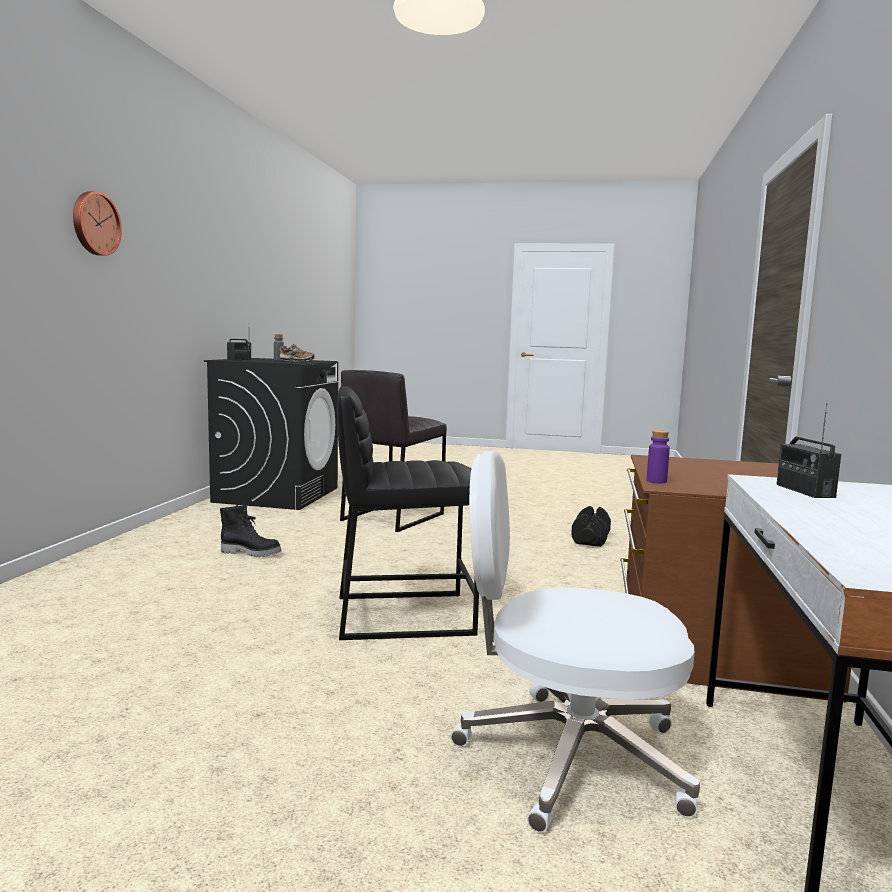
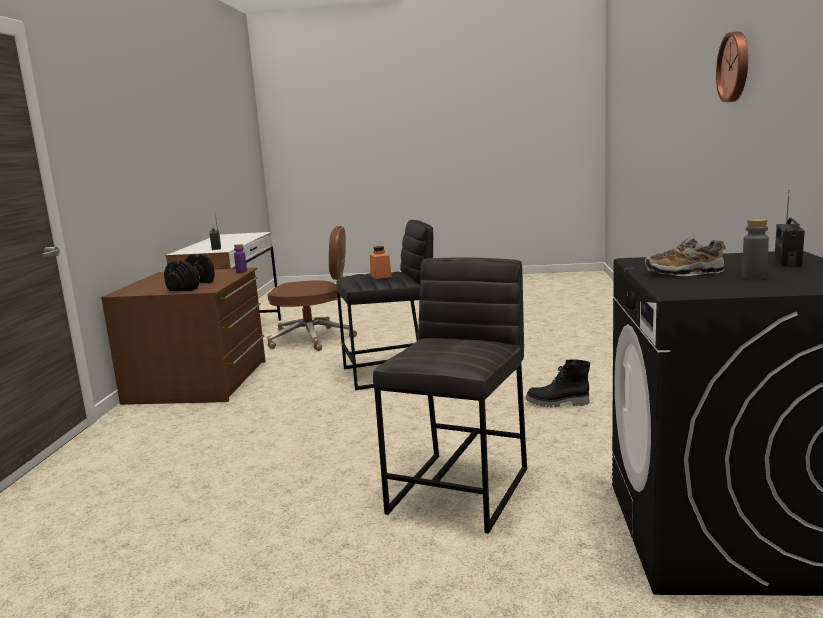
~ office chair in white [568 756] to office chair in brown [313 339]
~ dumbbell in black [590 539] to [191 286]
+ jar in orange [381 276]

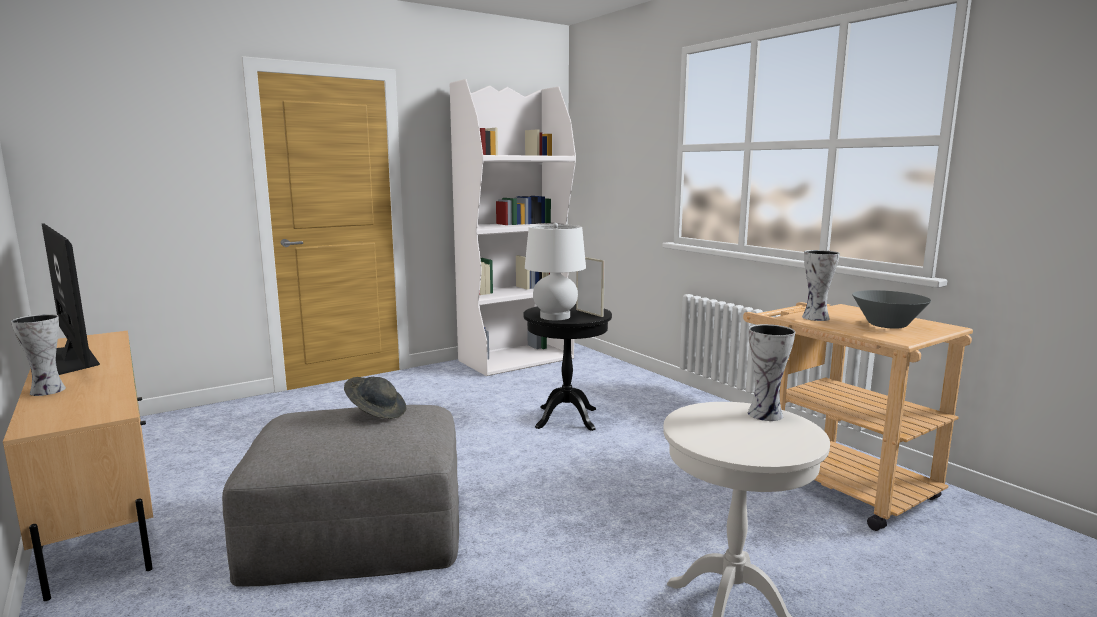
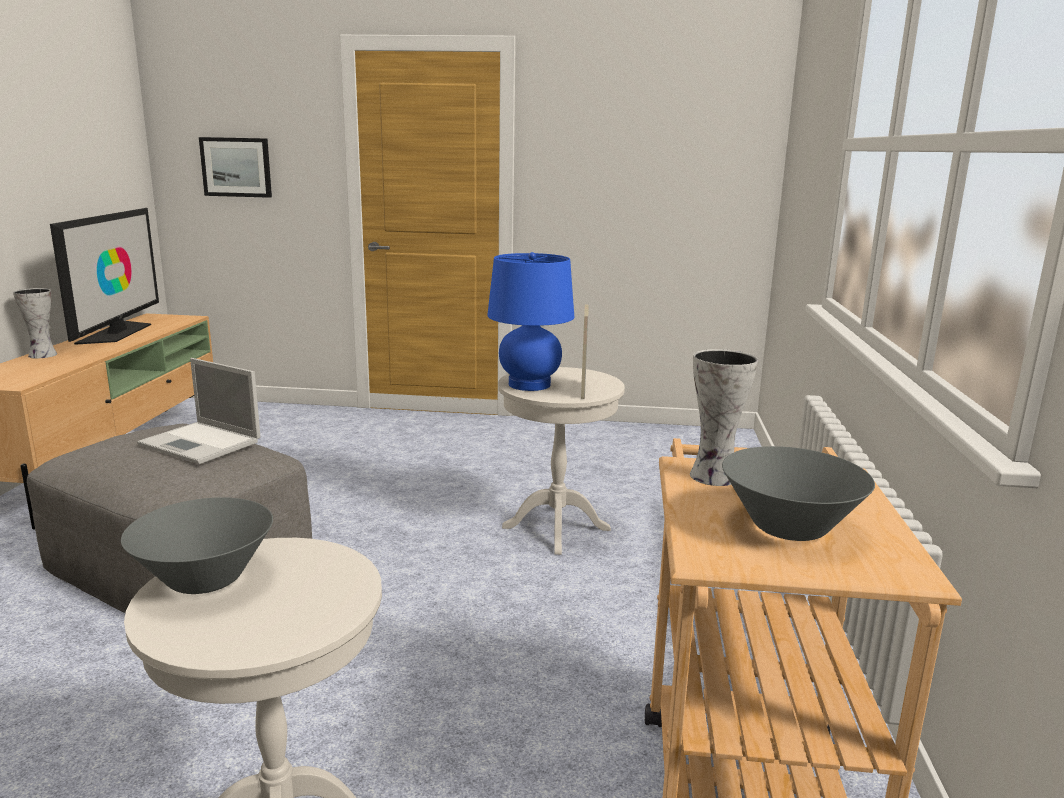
- bookcase in white [516 359]
~ table lamp in white [555 316] to table lamp in blue [529 384]
~ side table in black [566 418] to side table in white [556 528]
- vase [766 414]
~ hat in grey [377 412] to laptop [202 443]
+ picture [236 167]
+ bowl in grey [205 579]

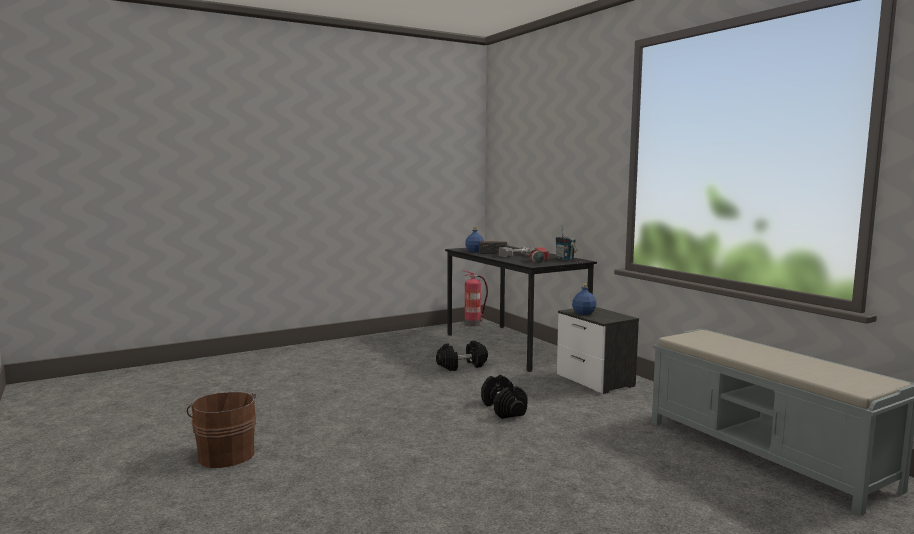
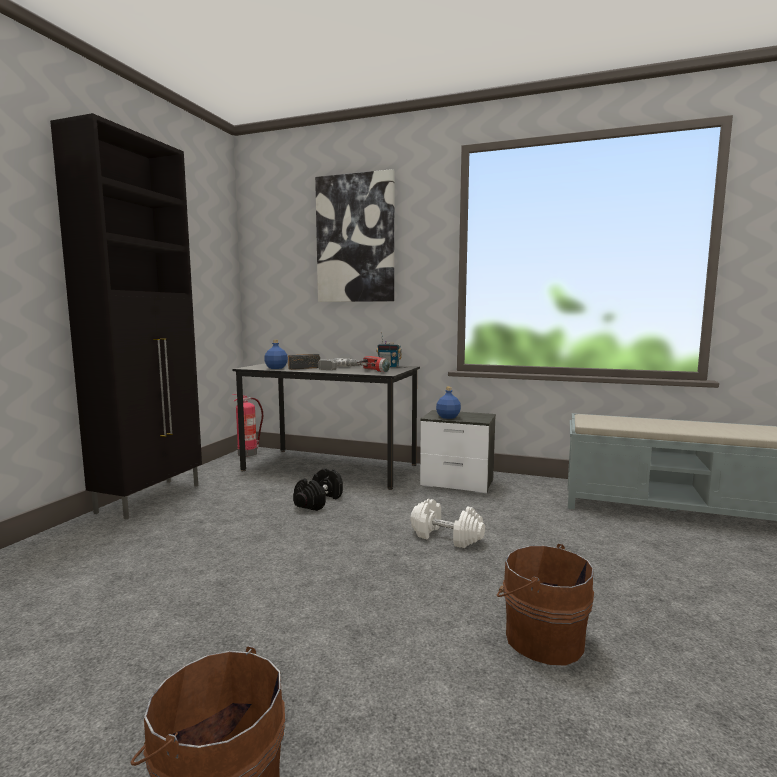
~ dumbbell in black [504 409] to dumbbell in white [447 537]
+ cabinet in black [151 498]
+ picture [355 239]
+ bucket in brown [541 637]

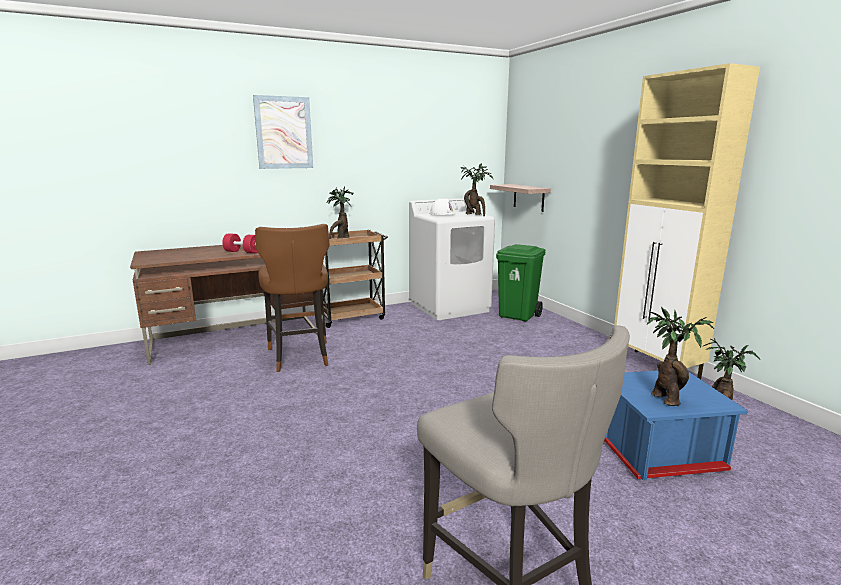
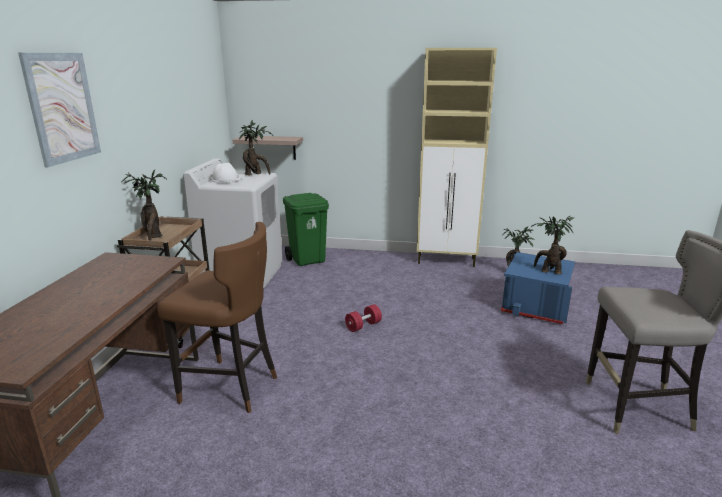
~ dumbbell in red [242 252] to [363 326]

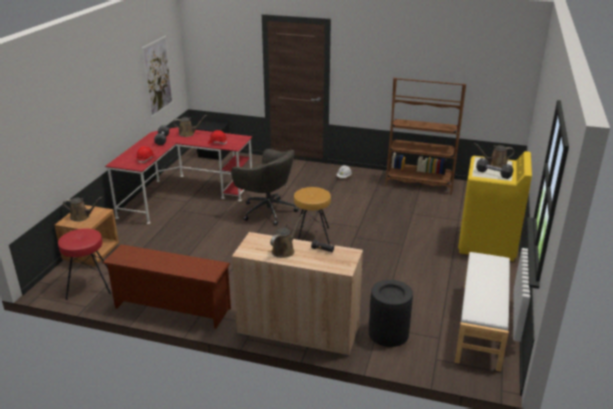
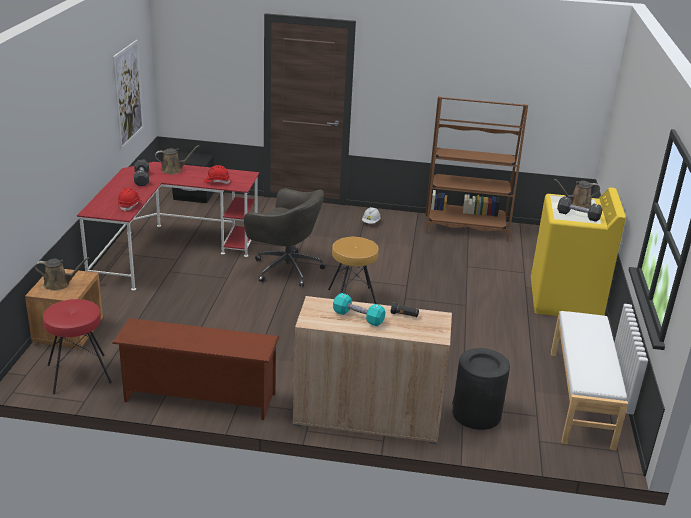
~ watering can in brown [284 250] to dumbbell in turquoise [358 317]

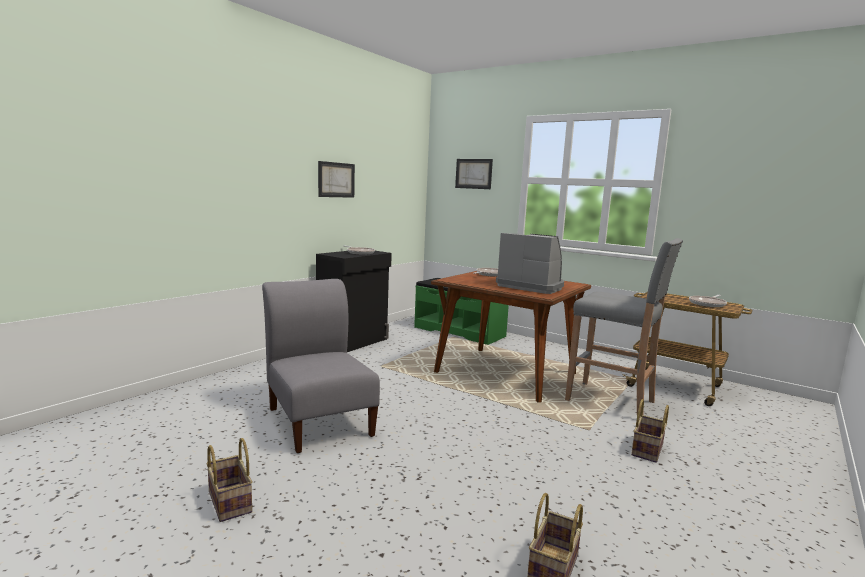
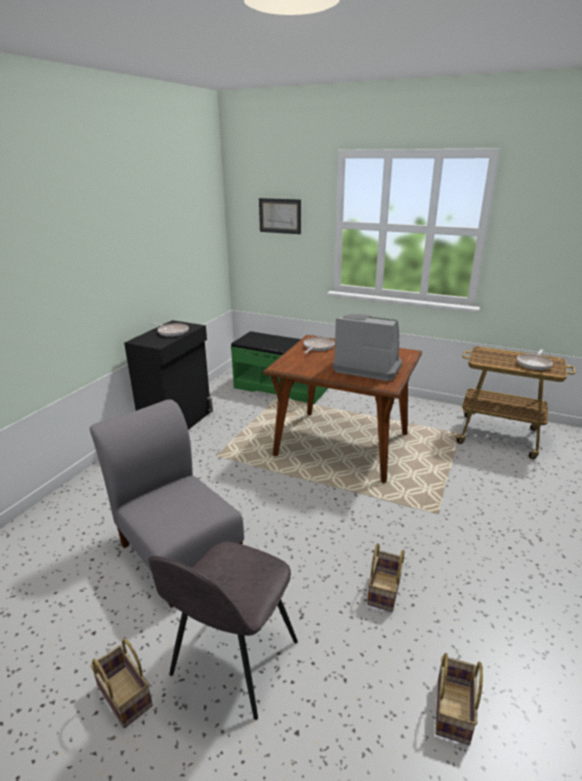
- picture [336 180]
- stool in grey [612 401]
~ basket [648 450] to [385 591]
+ chair in grey [233 660]

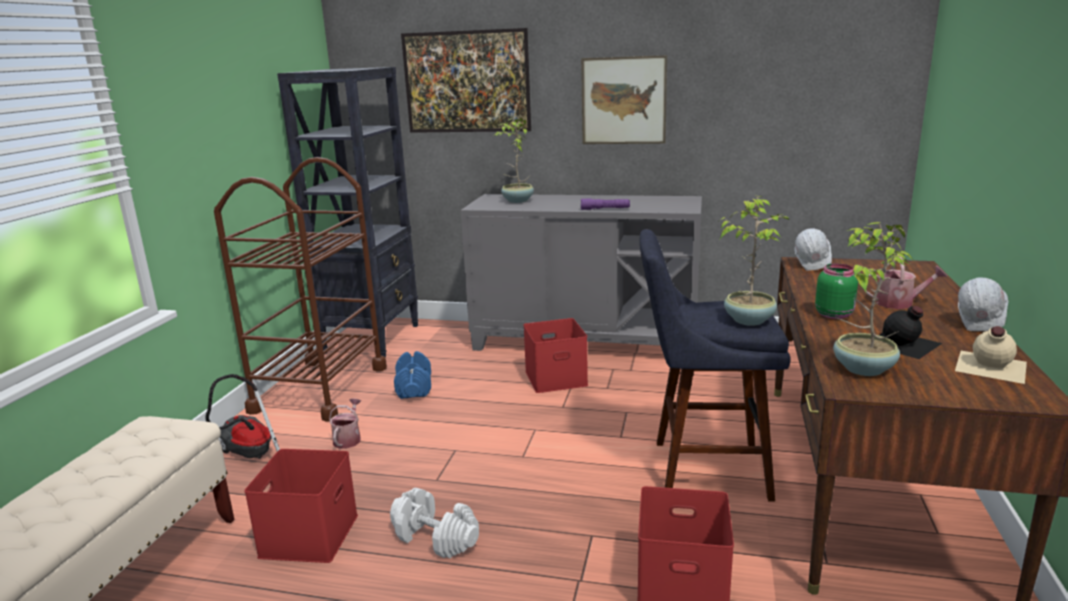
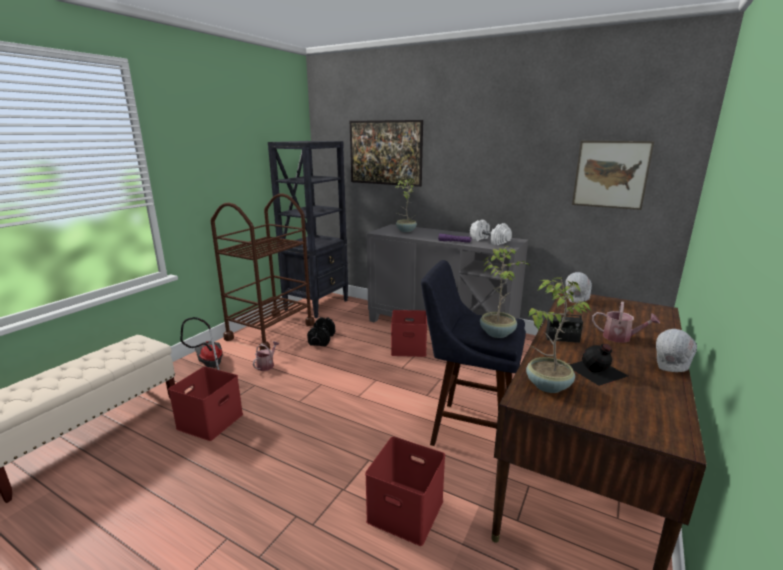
~ picture [623 100] to [610 174]
~ jar in green [834 314] to radio [562 339]
- bottle in beige [989 366]
~ dumbbell in blue [414 387] to dumbbell in black [322 339]
~ dumbbell in white [434 538] to [489 241]

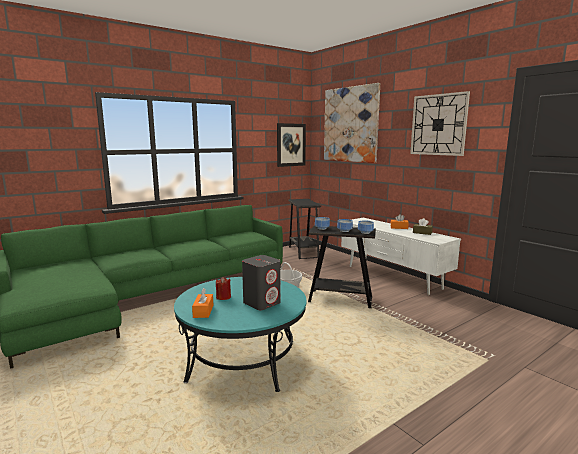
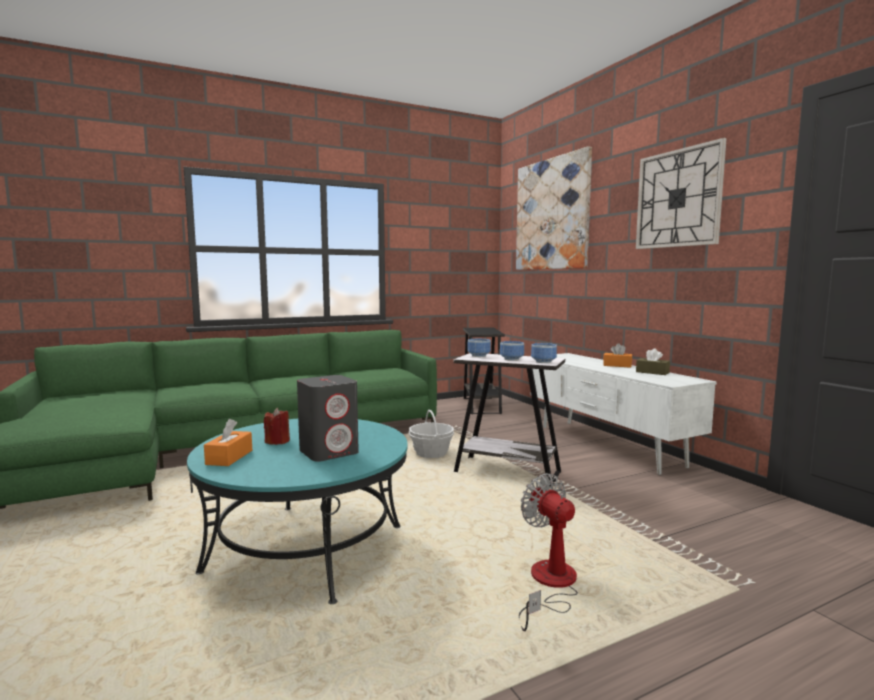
- picture [291 145]
~ side table in black [340 300] to side table in white [507 472]
+ fan [549 585]

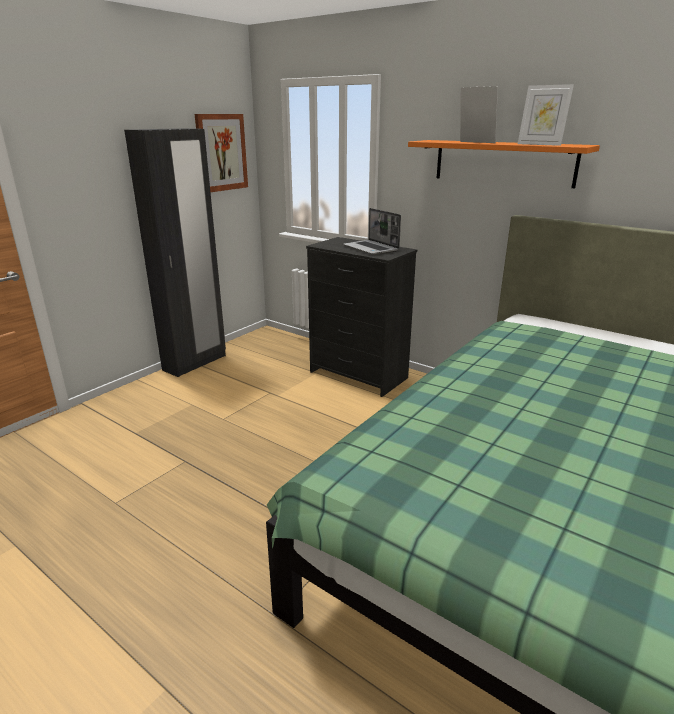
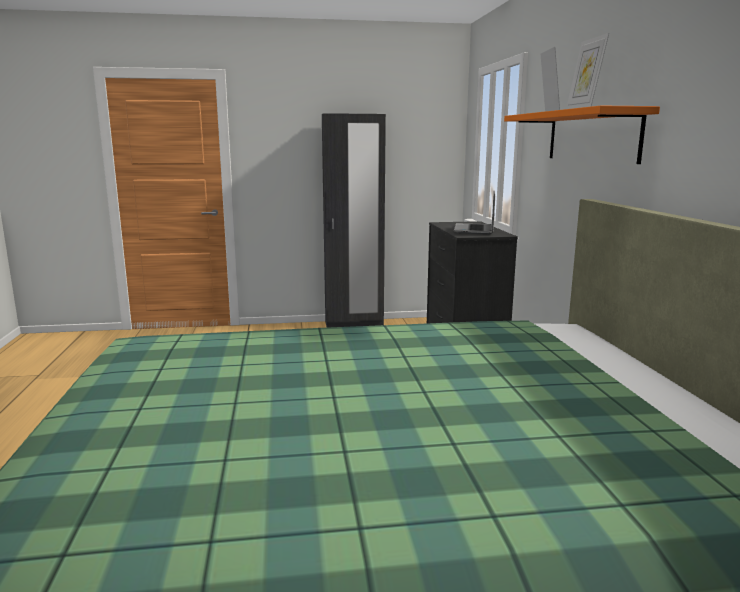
- picture [221 152]

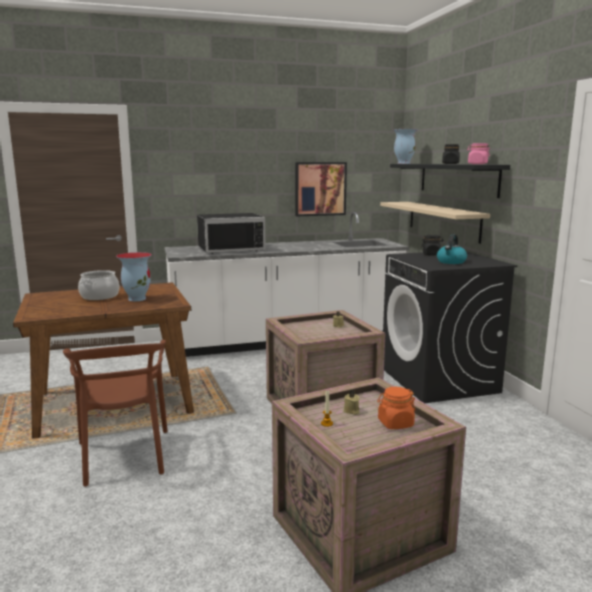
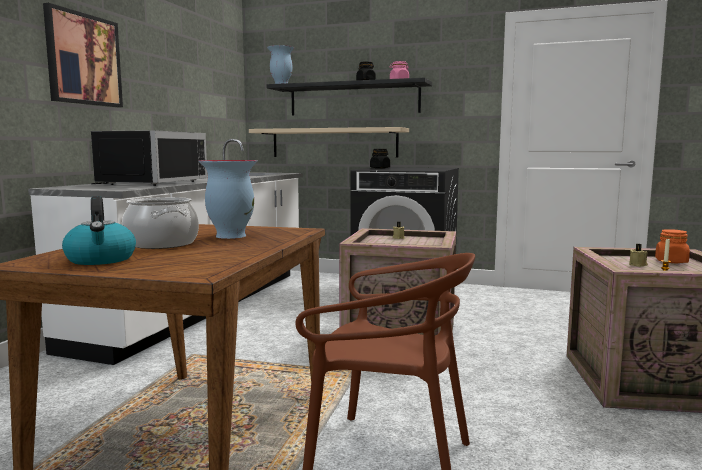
~ picture [320 189] to [83 59]
~ kettle [451 262] to [101 260]

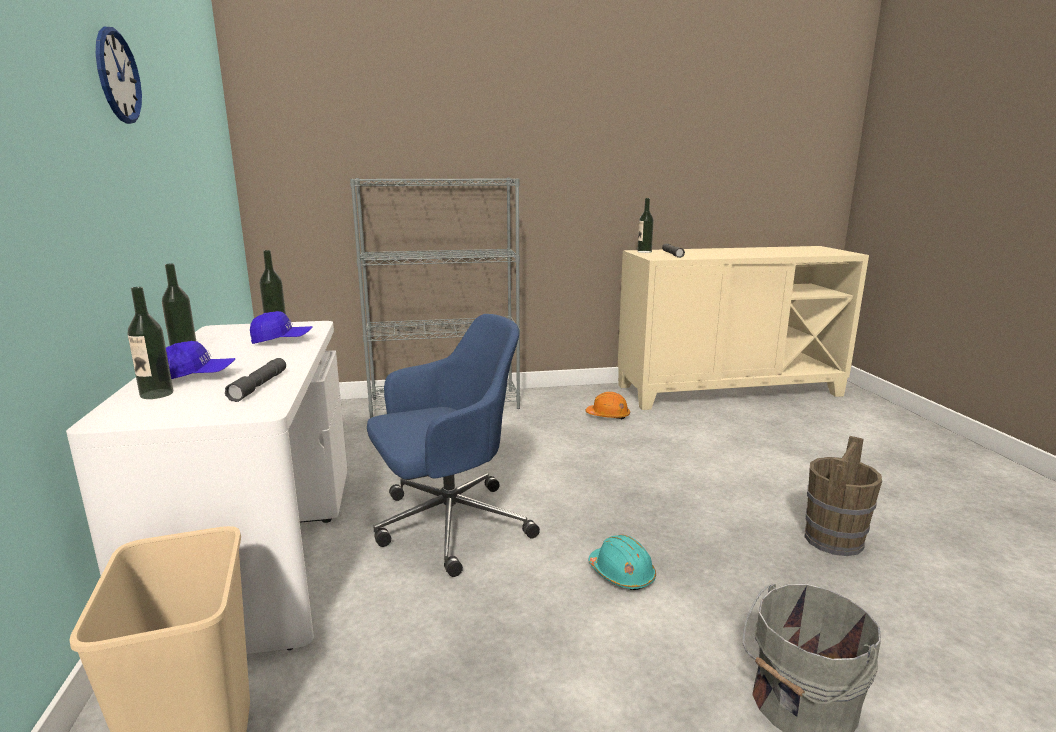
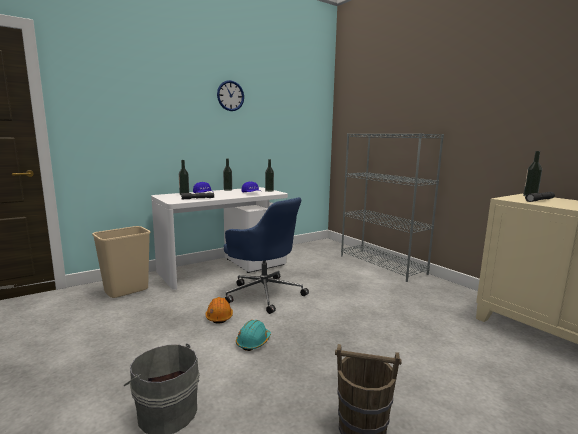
~ hard hat in orange [608 415] to [219 316]

